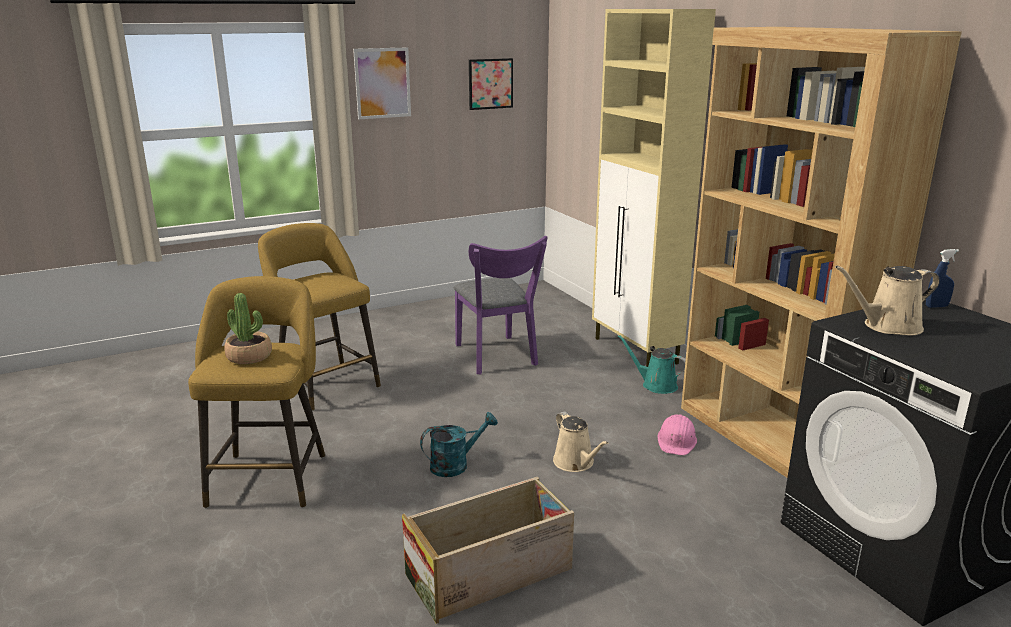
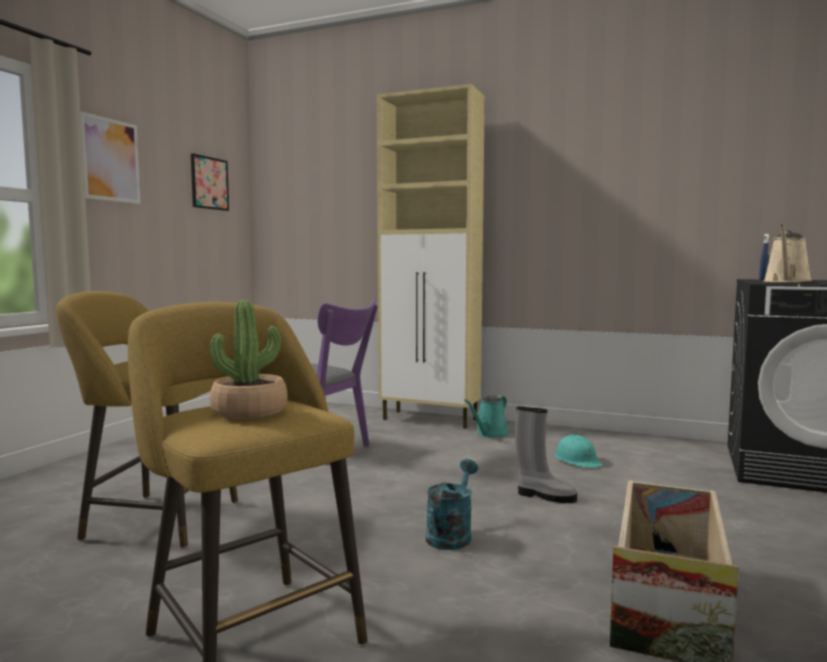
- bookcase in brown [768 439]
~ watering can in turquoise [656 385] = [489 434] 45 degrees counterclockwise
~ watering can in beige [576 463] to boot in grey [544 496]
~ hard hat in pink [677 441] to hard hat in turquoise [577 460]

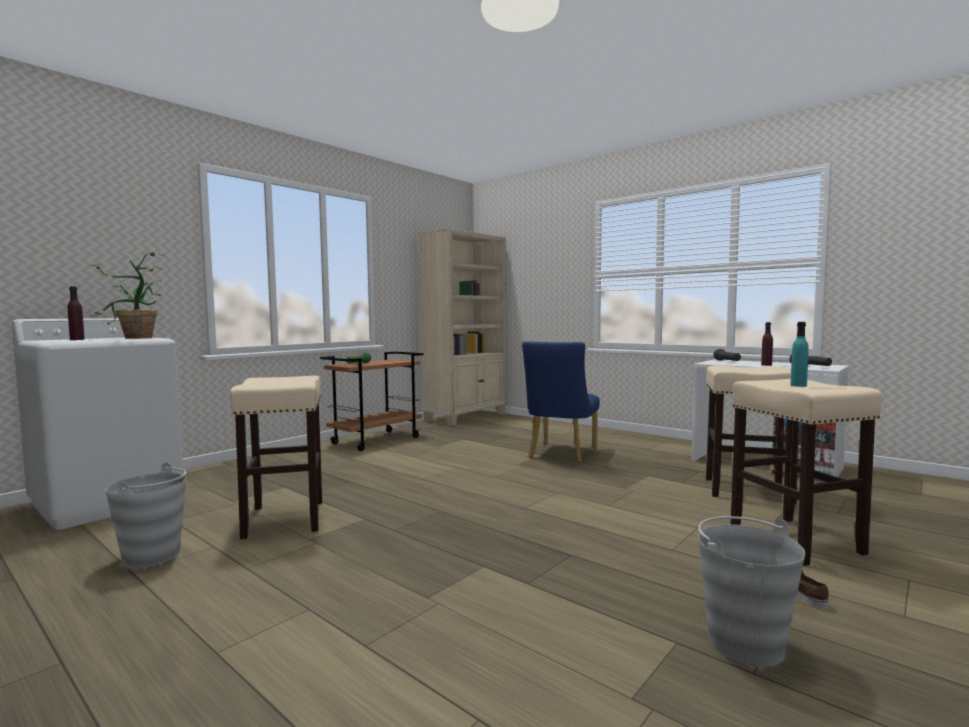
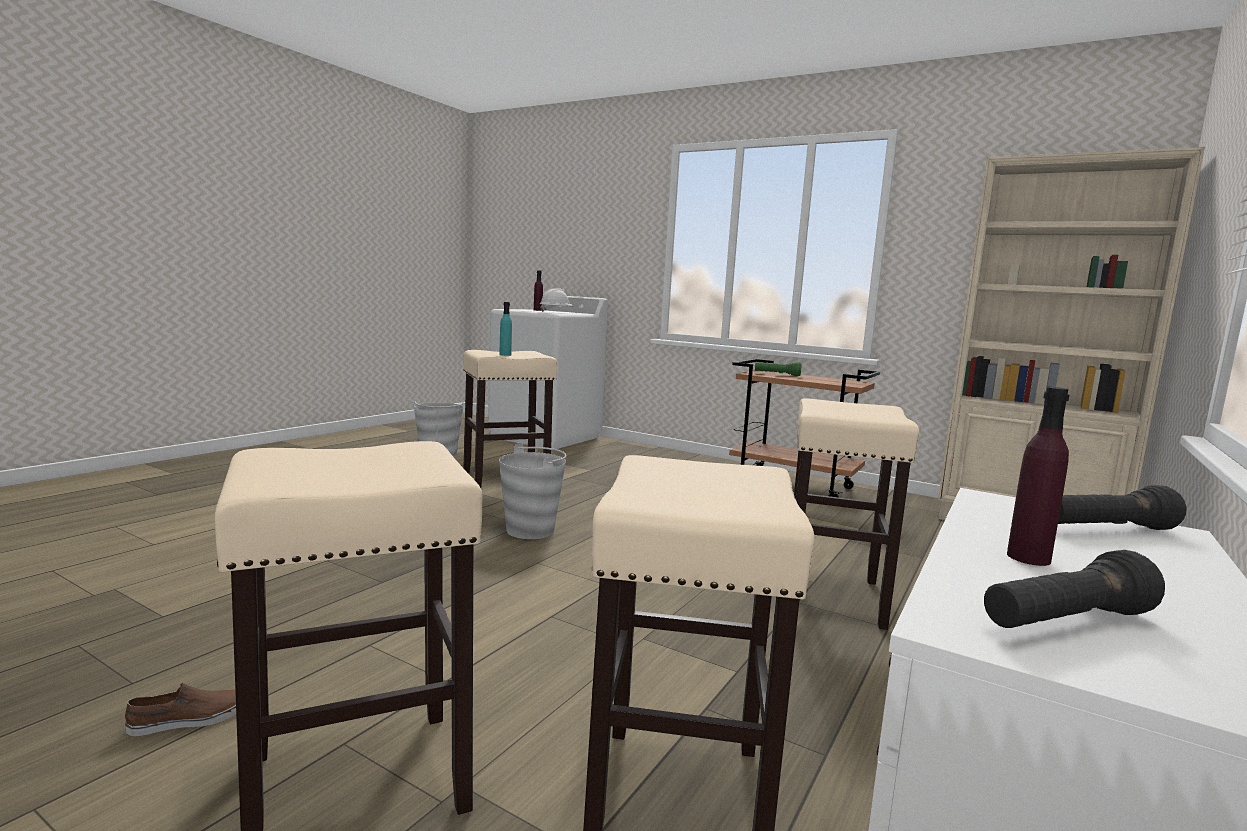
~ potted plant [134 338] to hard hat in white [556 312]
~ bottle in turquoise [798 385] to [505 355]
~ chair in blue [560 454] to stool in beige [831 596]
~ bucket in grey [745 643] to [531 530]

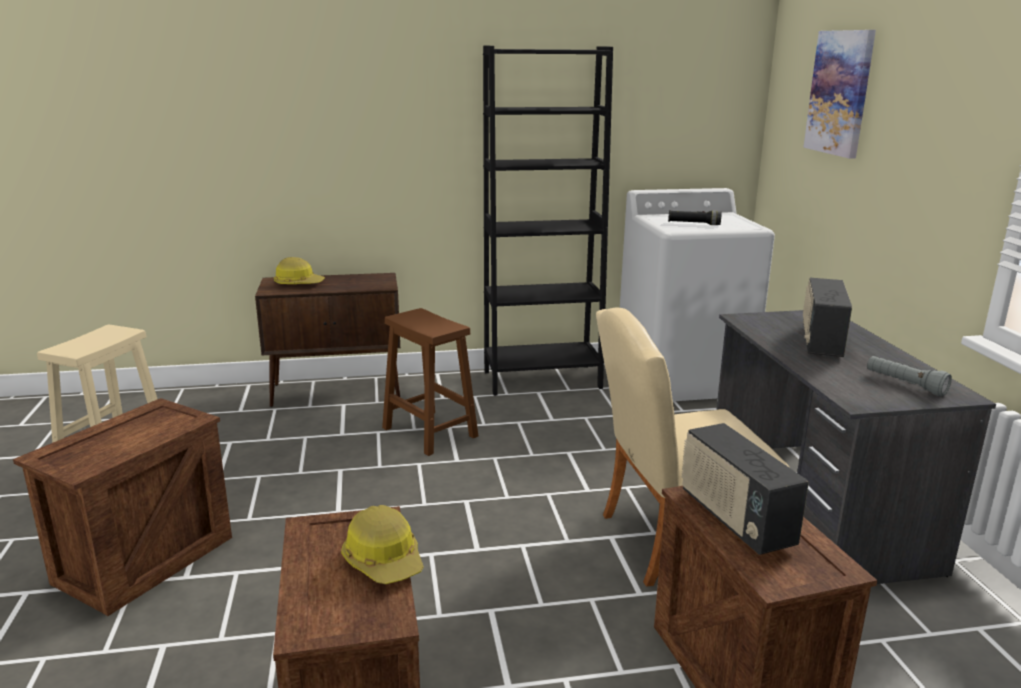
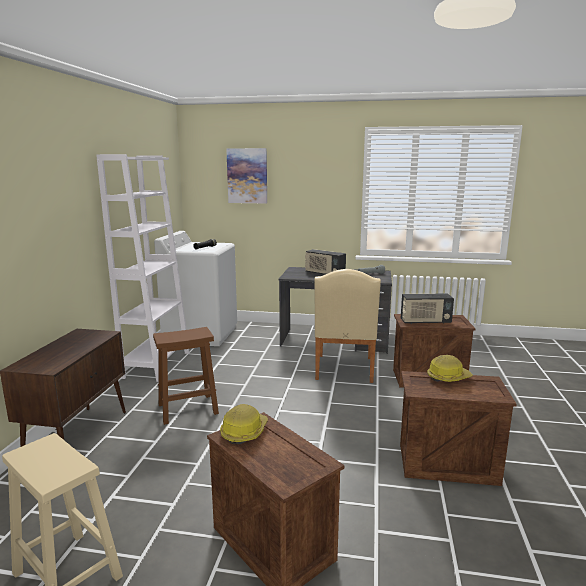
~ bookcase in black [542 379] to bookcase in white [157 365]
~ hard hat [298 284] to [244 432]

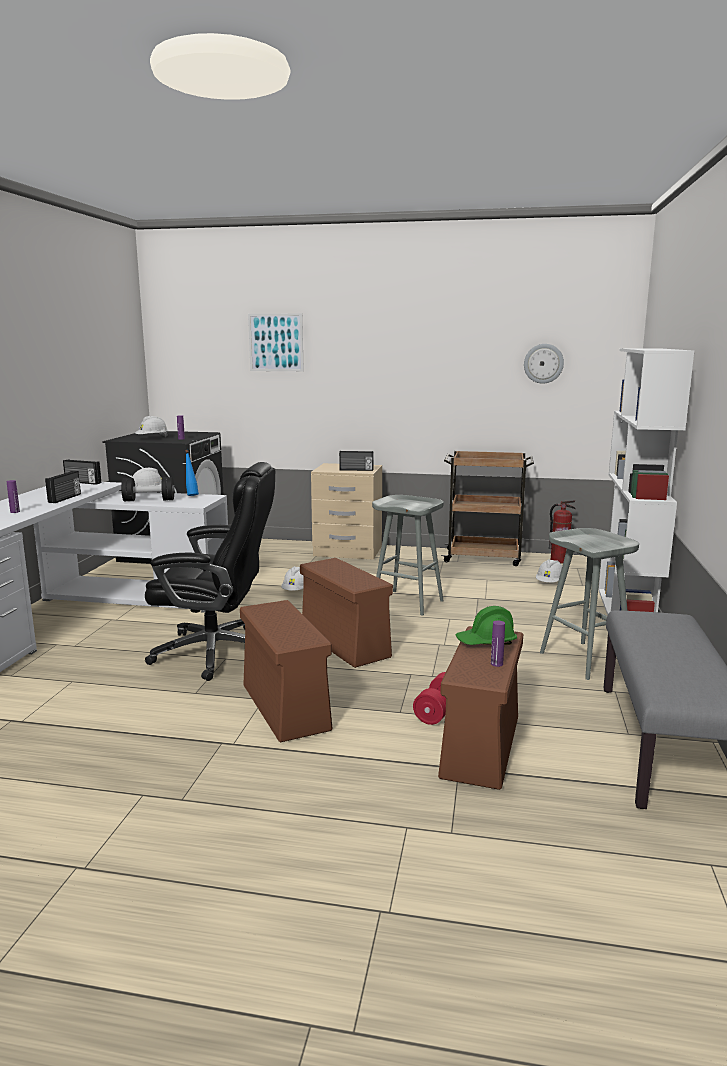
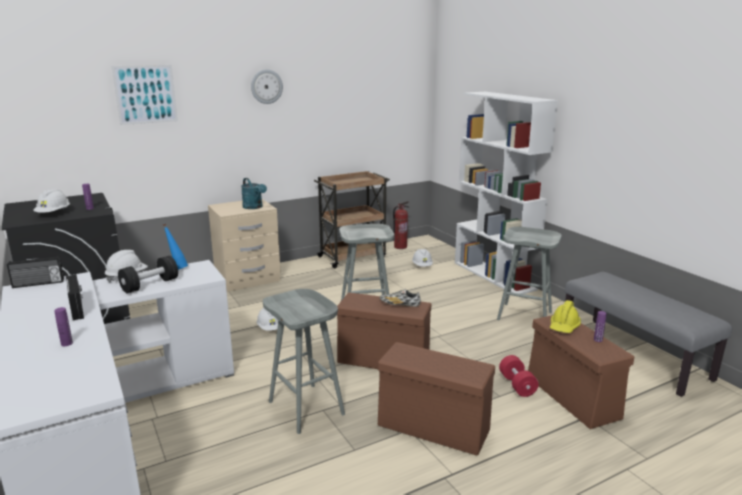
~ wall clock [543 363] to [266 86]
~ radio [356 470] to watering can in turquoise [254 207]
~ office chair in black [217 653] to stool in grey [307 408]
~ hard hat in green [486 642] to hard hat in yellow [564 326]
+ shoe [399 305]

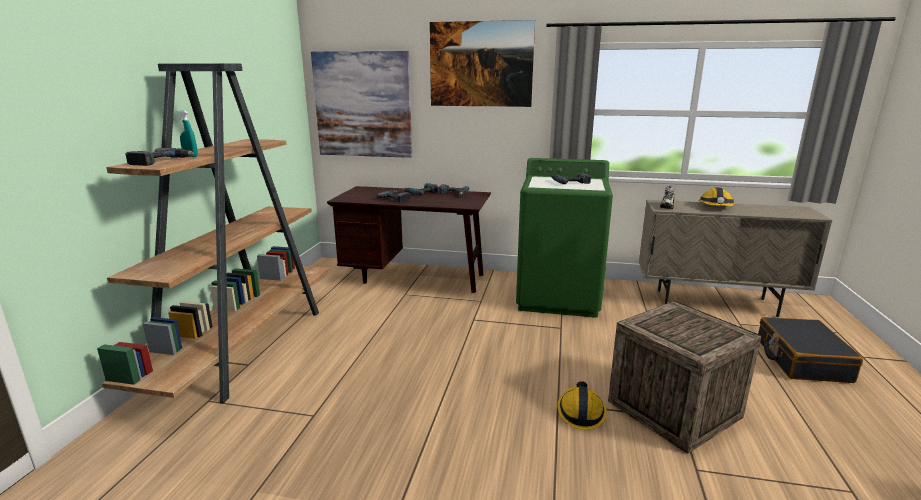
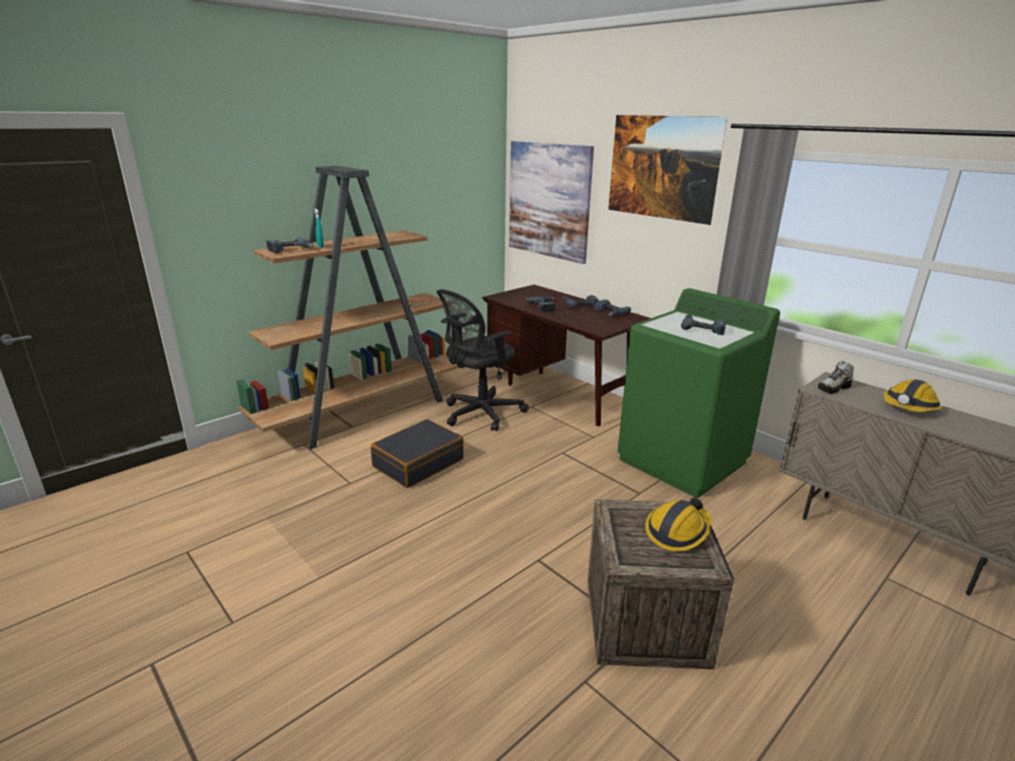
~ suitcase in black [801 360] to [418 463]
~ hard hat [580 412] to [677 531]
+ office chair in black [479 414]

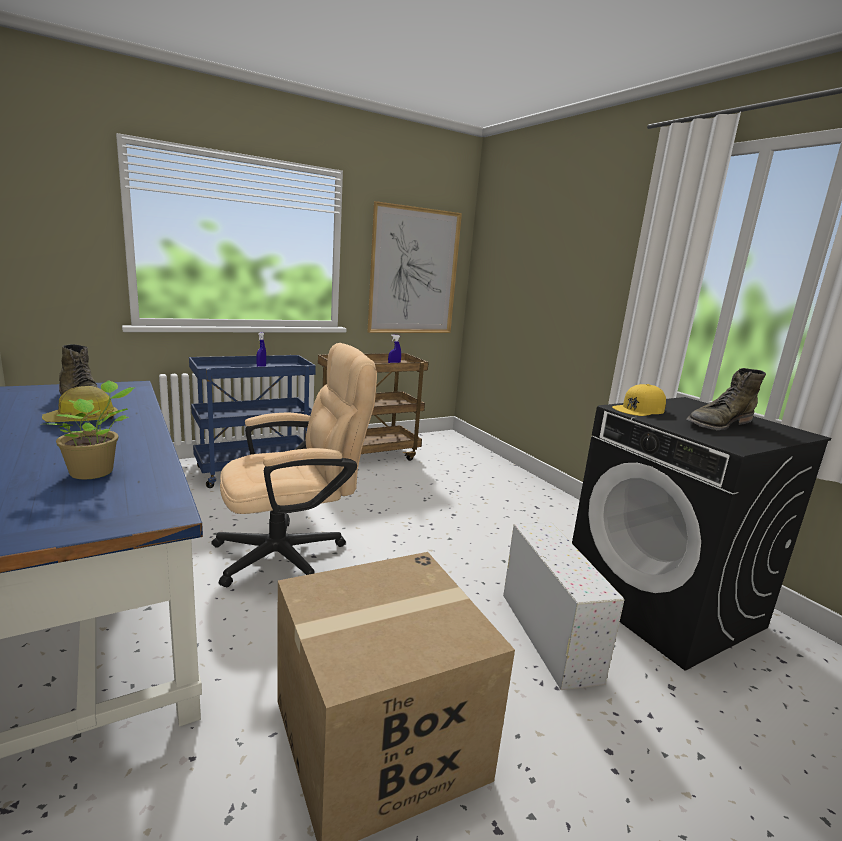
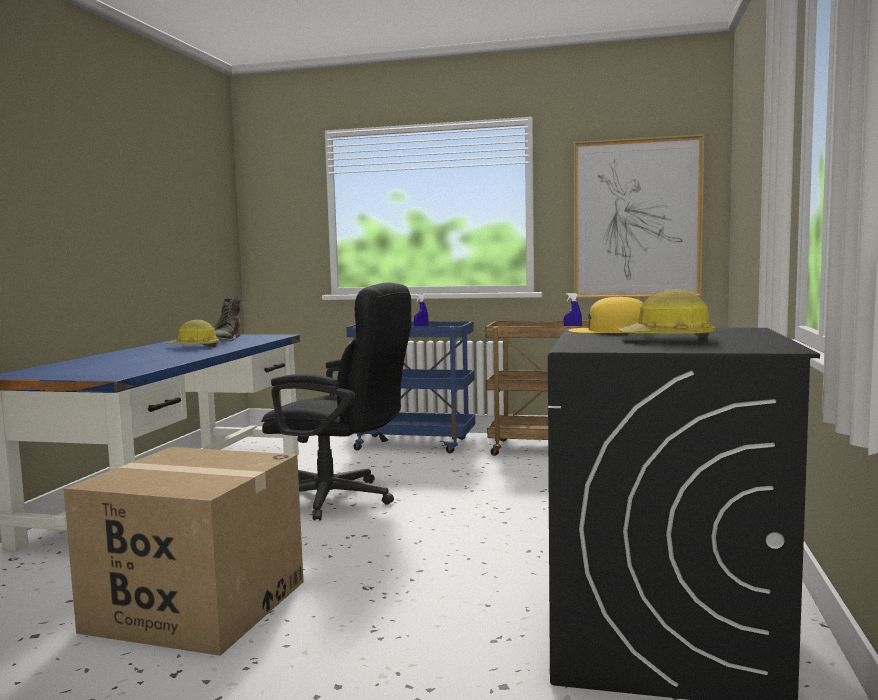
~ office chair in beige [292 553] to office chair in black [340 499]
~ boot in green [718 424] to hard hat [667 339]
- potted plant [95 472]
- storage box in white [547 633]

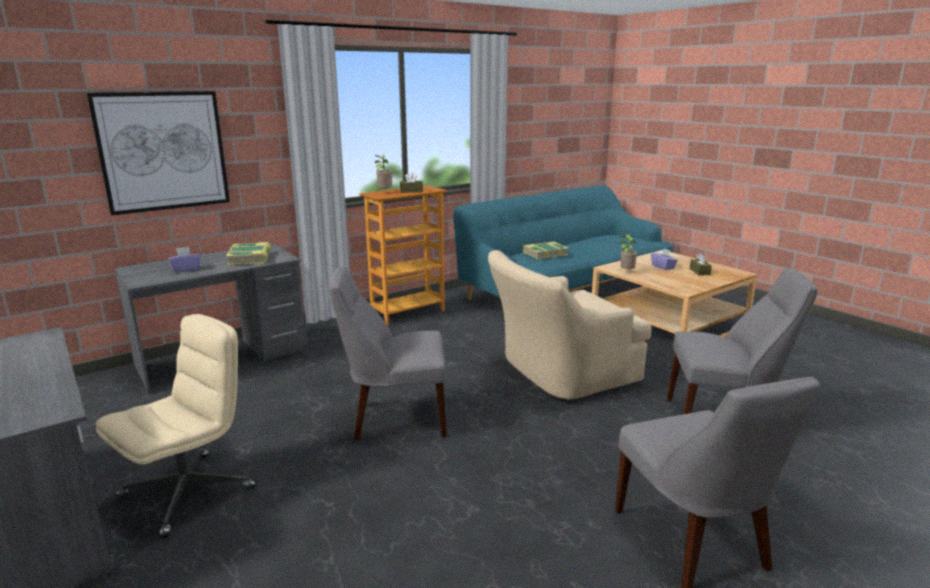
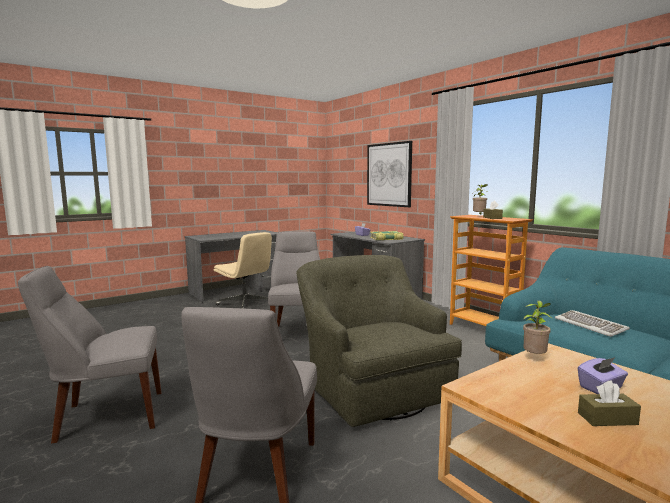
~ book [545 254] to keyboard [590 325]
~ armchair in beige [559 373] to armchair in green [373 387]

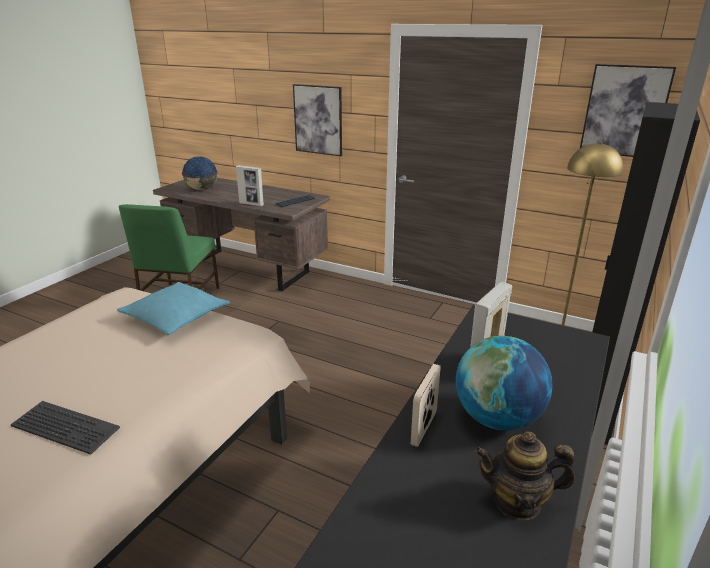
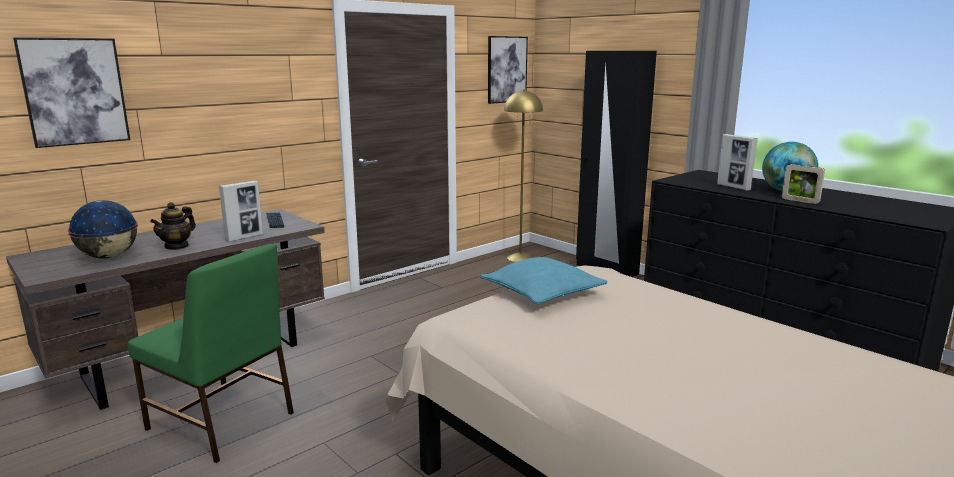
~ picture [318 120] to [74 91]
- keyboard [64 428]
~ teapot [517 502] to [177 246]

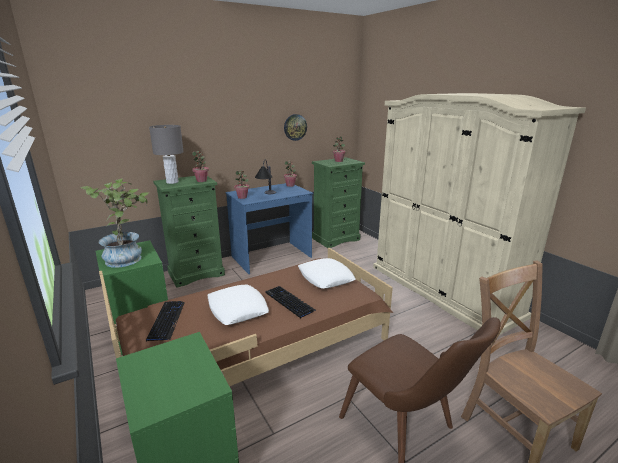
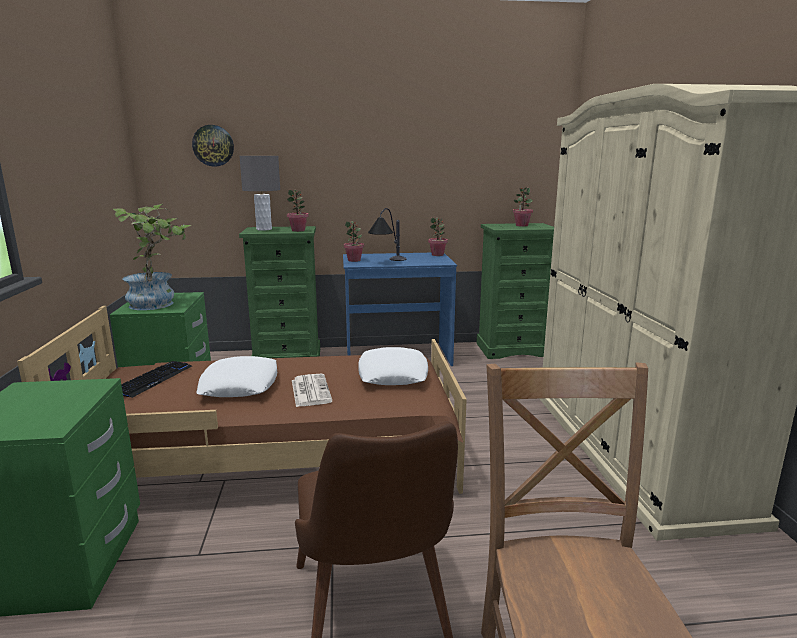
~ wall clock [295 127] to [213 145]
~ keyboard [289 302] to newspaper [310 390]

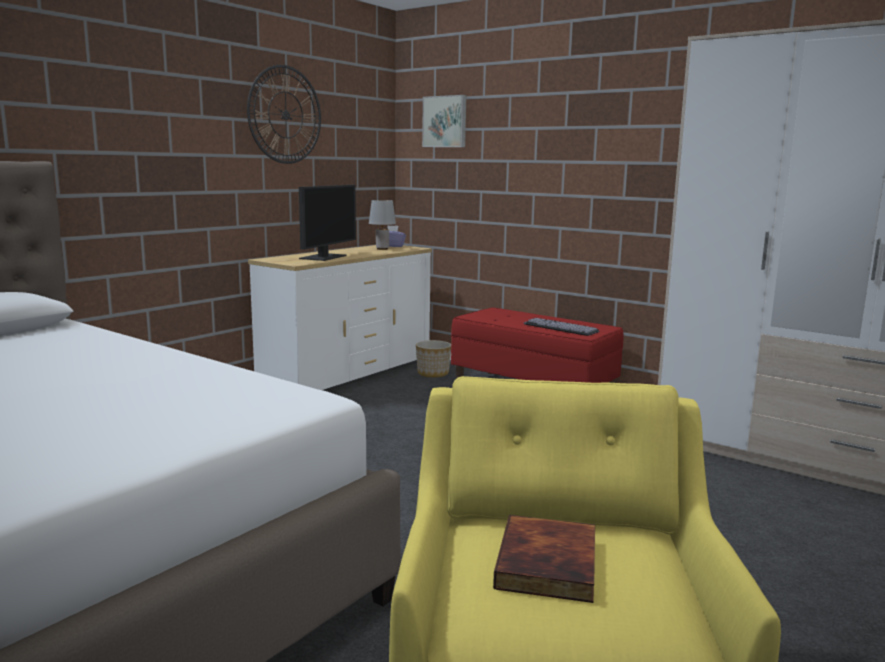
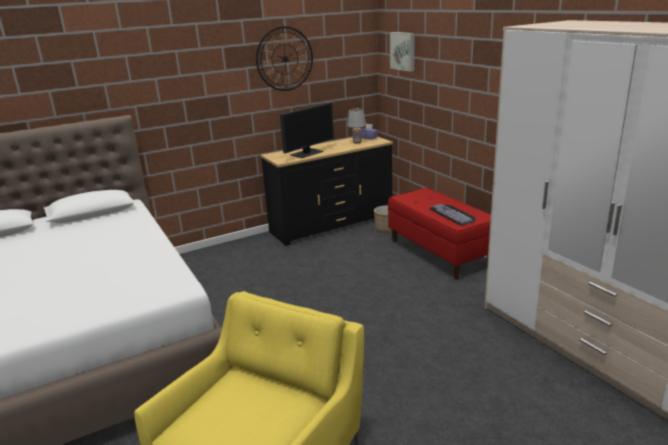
~ dresser in white [348 375] to dresser in black [331 224]
- book [550 564]

